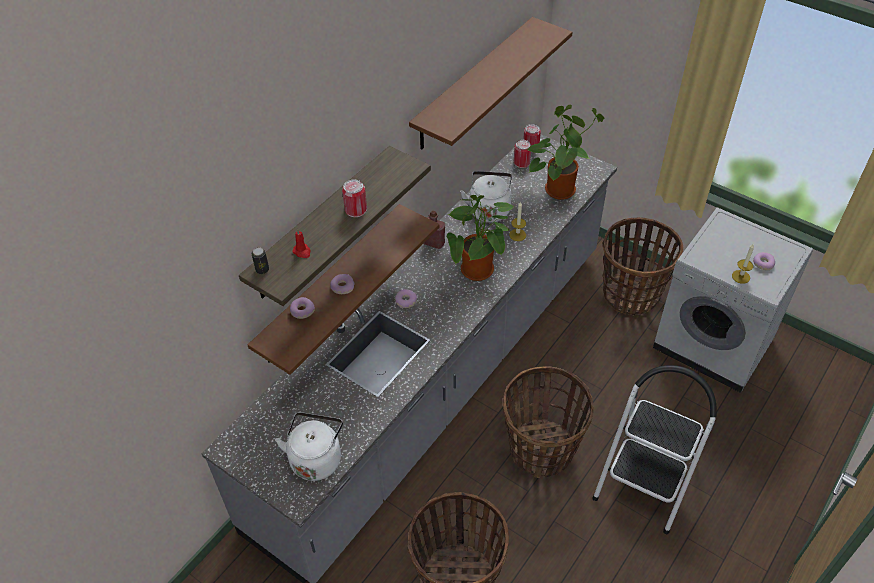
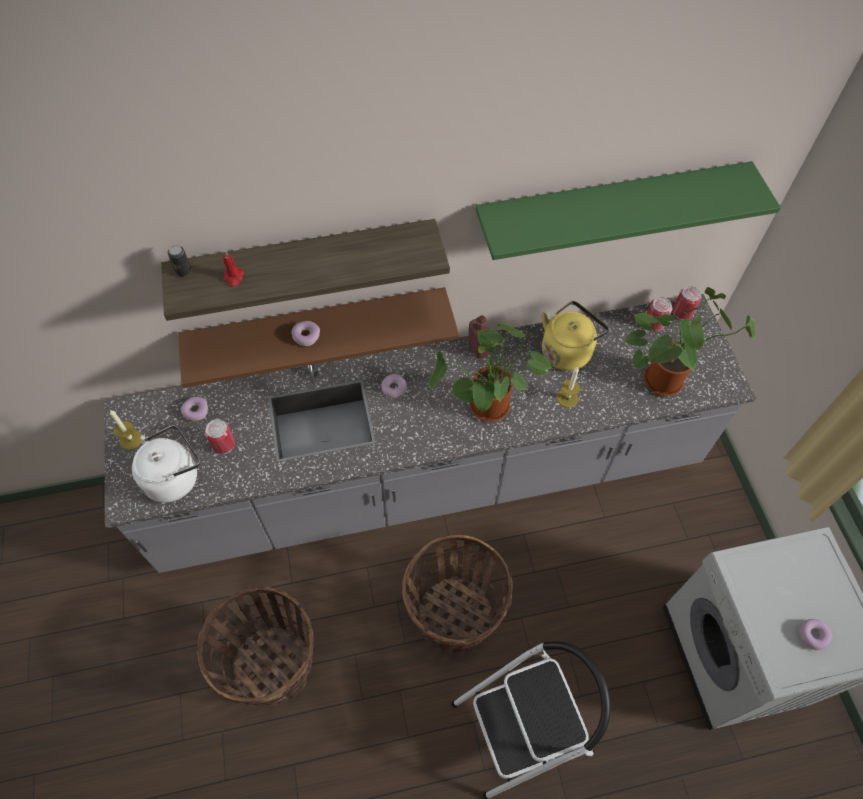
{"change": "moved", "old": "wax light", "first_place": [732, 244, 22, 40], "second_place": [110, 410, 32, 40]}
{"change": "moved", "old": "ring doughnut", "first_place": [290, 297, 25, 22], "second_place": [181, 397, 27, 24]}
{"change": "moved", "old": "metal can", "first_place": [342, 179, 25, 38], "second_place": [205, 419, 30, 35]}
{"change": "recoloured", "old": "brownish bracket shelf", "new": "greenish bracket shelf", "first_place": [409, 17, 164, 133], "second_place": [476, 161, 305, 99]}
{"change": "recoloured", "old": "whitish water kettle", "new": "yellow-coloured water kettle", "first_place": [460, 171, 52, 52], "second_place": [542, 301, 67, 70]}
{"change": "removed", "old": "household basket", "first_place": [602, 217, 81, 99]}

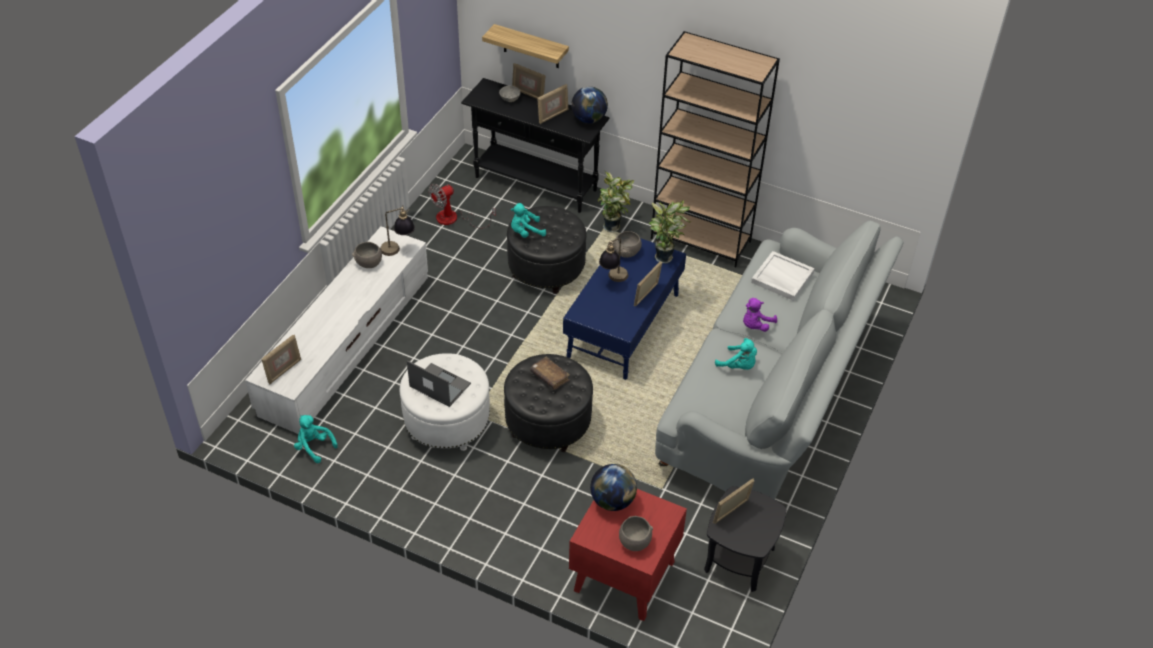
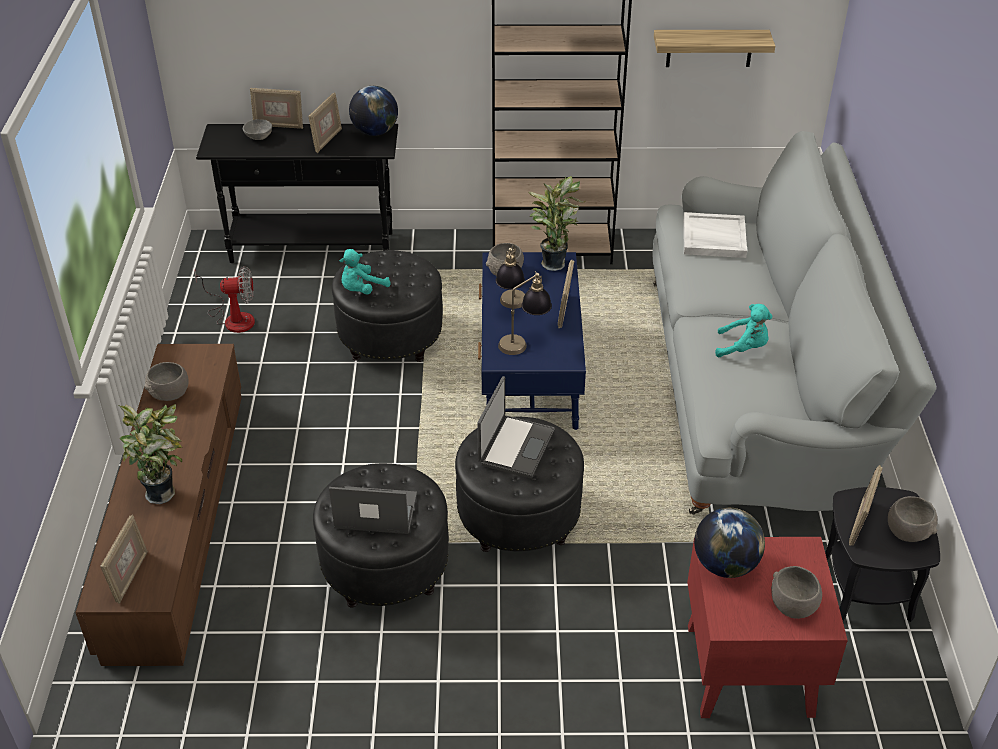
{"change": "recoloured", "old": "whitish tv unit", "new": "brownish tv unit", "first_place": [245, 226, 183, 208], "second_place": [75, 344, 167, 322]}
{"change": "moved", "old": "plant in a pot", "first_place": [598, 172, 36, 60], "second_place": [118, 404, 64, 100]}
{"change": "turned", "old": "cooling fan", "first_place": [429, 184, 67, 44], "second_place": [194, 266, 61, 67], "degrees": -120}
{"change": "recoloured", "old": "whitish pouffe", "new": "black-coloured pouffe", "first_place": [400, 353, 90, 98], "second_place": [313, 463, 136, 145]}
{"change": "replaced", "old": "brownish book", "new": "notebook computer", "first_place": [530, 357, 40, 32], "second_place": [477, 376, 78, 102]}
{"change": "moved", "old": "lamp for a table", "first_place": [380, 205, 35, 51], "second_place": [498, 271, 54, 84]}
{"change": "moved", "old": "bracket shelf", "first_place": [482, 24, 87, 44], "second_place": [654, 30, 121, 37]}
{"change": "added", "new": "greyish bowl", "second_place": [888, 496, 49, 46]}
{"change": "removed", "old": "turquoise-coloured cuddly toy", "first_place": [294, 415, 44, 48]}
{"change": "removed", "old": "purple-coloured cuddly toy", "first_place": [743, 298, 34, 34]}

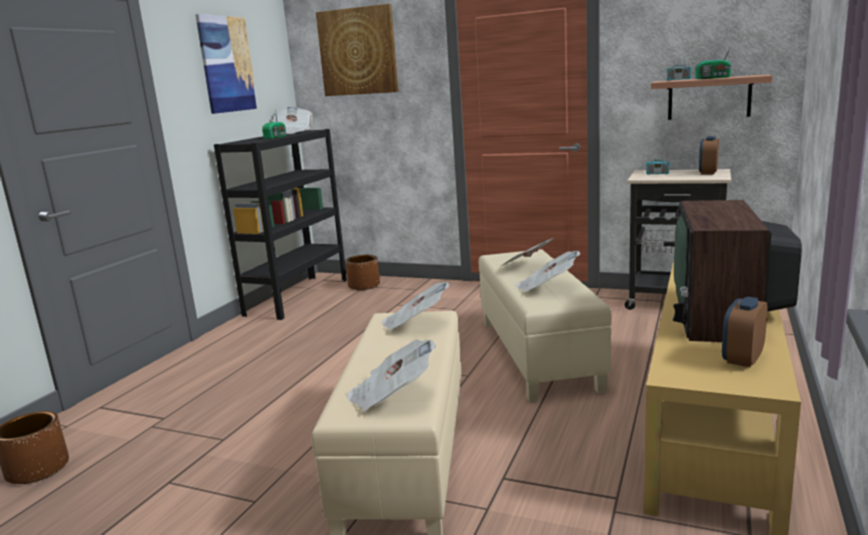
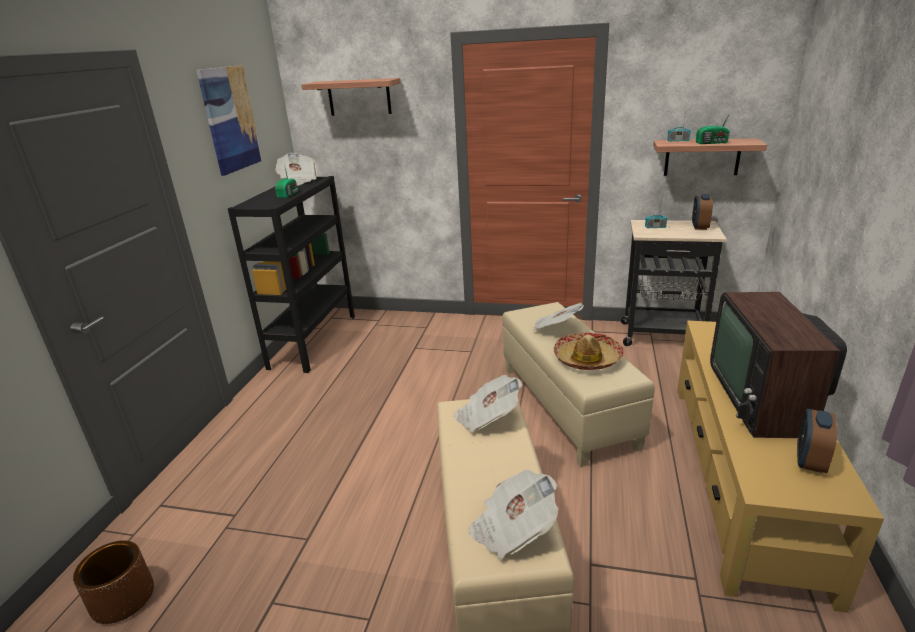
{"change": "replaced", "old": "wall picture", "new": "bracket shelf", "first_place": [316, 4, 82, 92], "second_place": [302, 78, 99, 38]}
{"change": "replaced", "old": "printed paper", "new": "wearable hat", "first_place": [516, 251, 64, 41], "second_place": [554, 333, 70, 37]}
{"change": "removed", "old": "brownish planter", "first_place": [346, 255, 34, 35]}

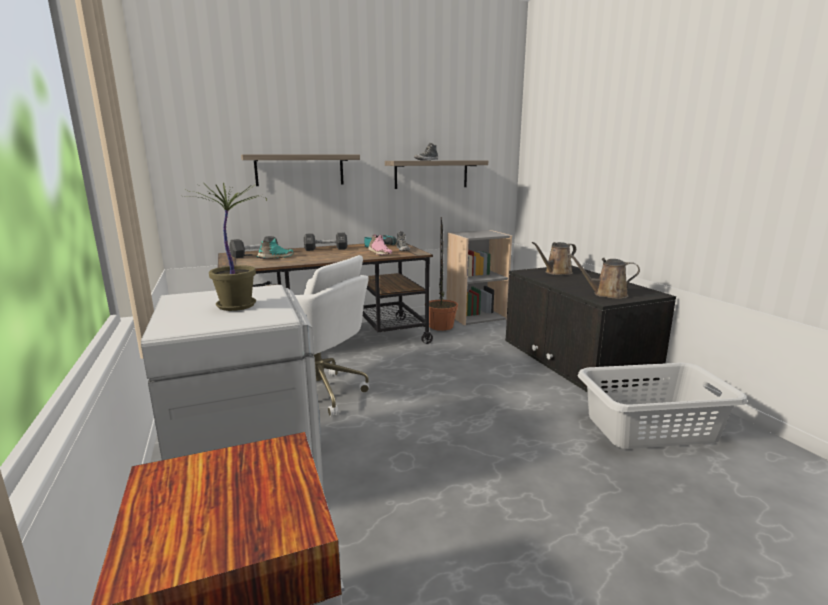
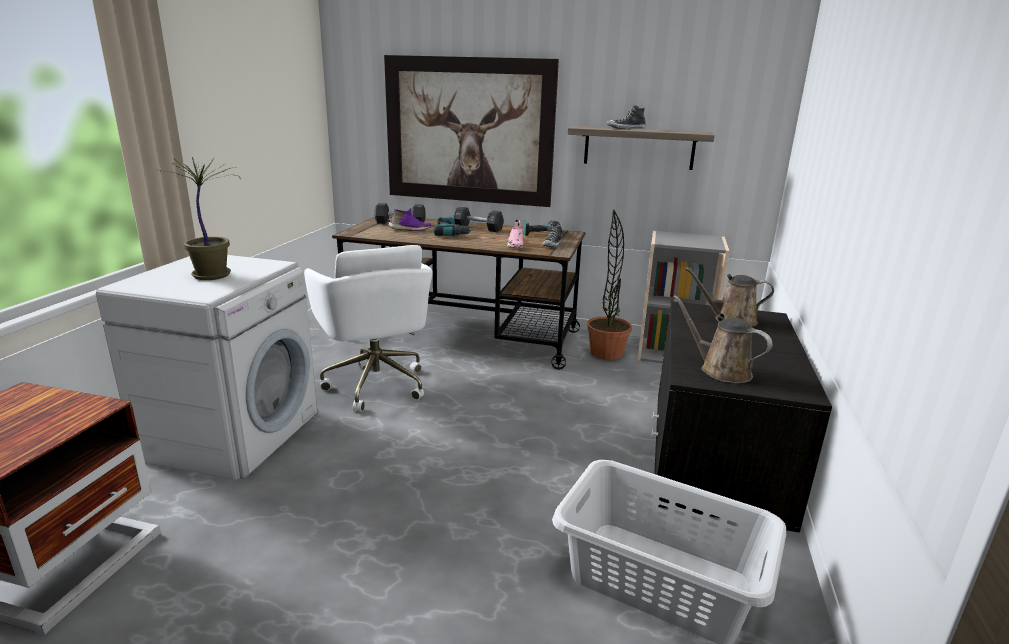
{"change": "replaced", "old": "bracket shelf", "new": "wall picture", "first_place": [241, 154, 119, 32], "second_place": [384, 55, 175, 152]}
{"change": "recoloured", "old": "turquoise-coloured item of footwear", "new": "purple-coloured item of footwear", "first_place": [257, 238, 37, 21], "second_place": [388, 208, 43, 23]}
{"change": "added", "new": "electric drill", "second_place": [434, 217, 40, 19]}

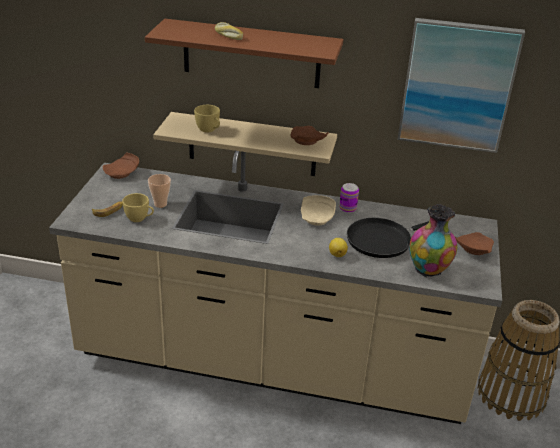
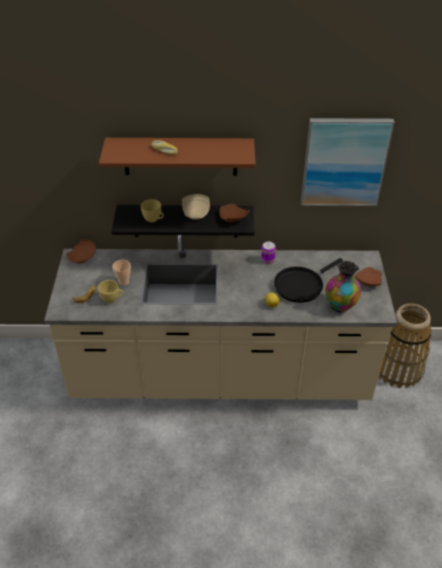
{"change": "recoloured", "old": "beige-coloured bracket shelf", "new": "black-coloured bracket shelf", "first_place": [153, 112, 184, 64], "second_place": [111, 205, 144, 32]}
{"change": "moved", "old": "beige-coloured flat dish", "first_place": [301, 195, 35, 31], "second_place": [182, 194, 28, 26]}

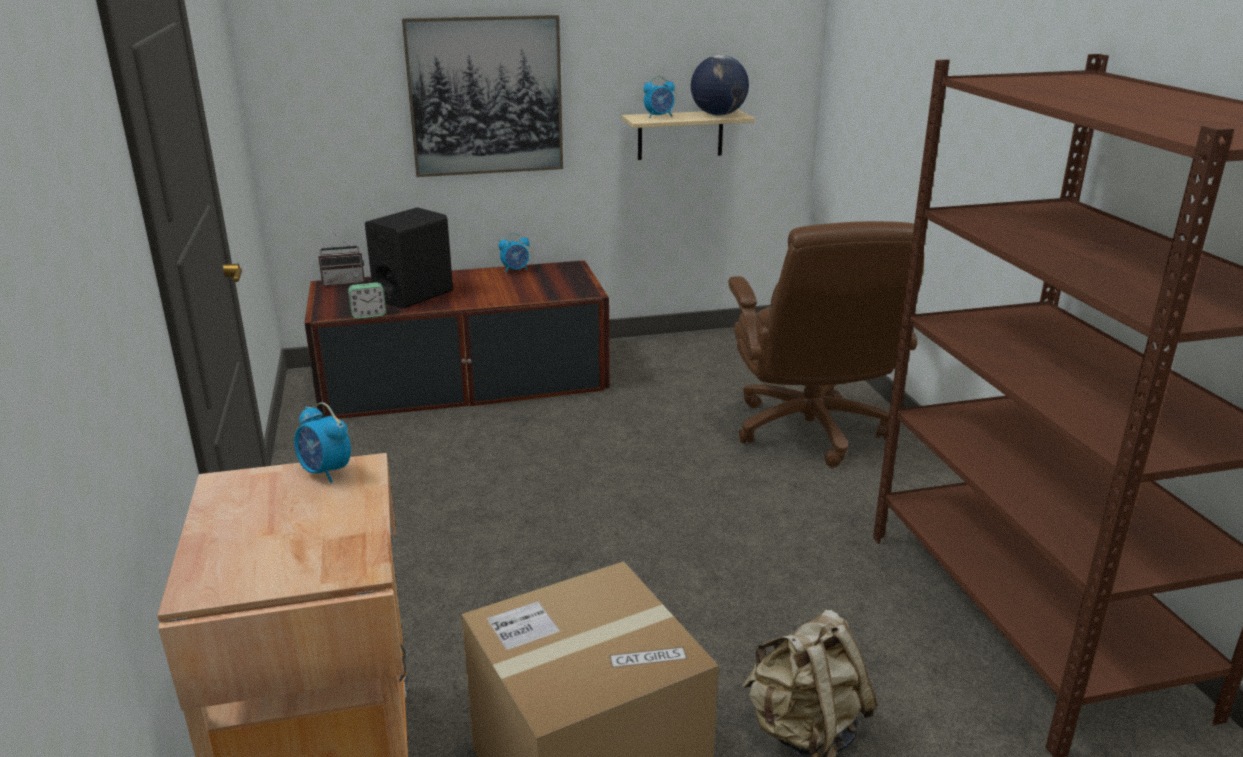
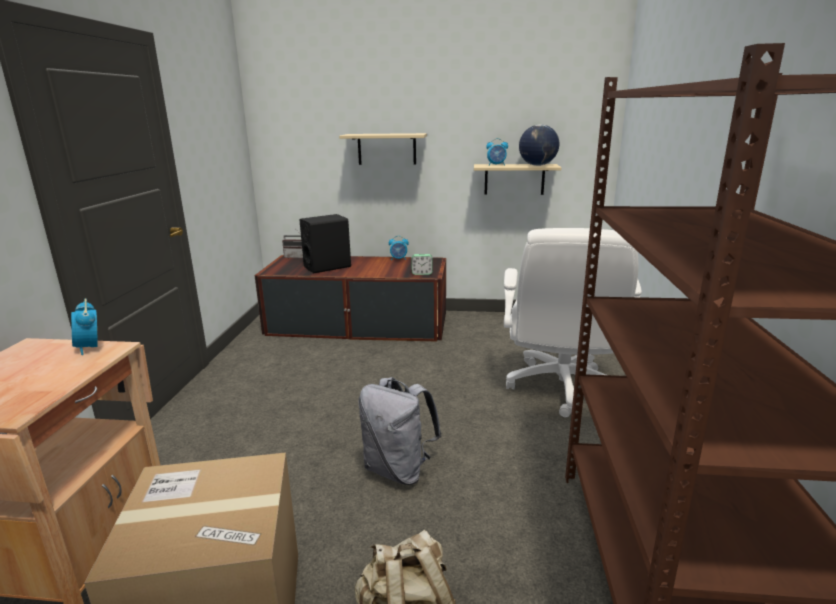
{"change": "replaced", "old": "wall picture", "new": "beige-coloured bracket shelf", "first_place": [402, 15, 161, 162], "second_place": [339, 133, 88, 32]}
{"change": "added", "new": "greyish knapsack", "second_place": [358, 377, 84, 108]}
{"change": "moved", "old": "alarm clock", "first_place": [348, 282, 38, 37], "second_place": [411, 254, 22, 21]}
{"change": "recoloured", "old": "brownish office chair", "new": "whitish office chair", "first_place": [728, 221, 196, 247], "second_place": [504, 228, 138, 189]}

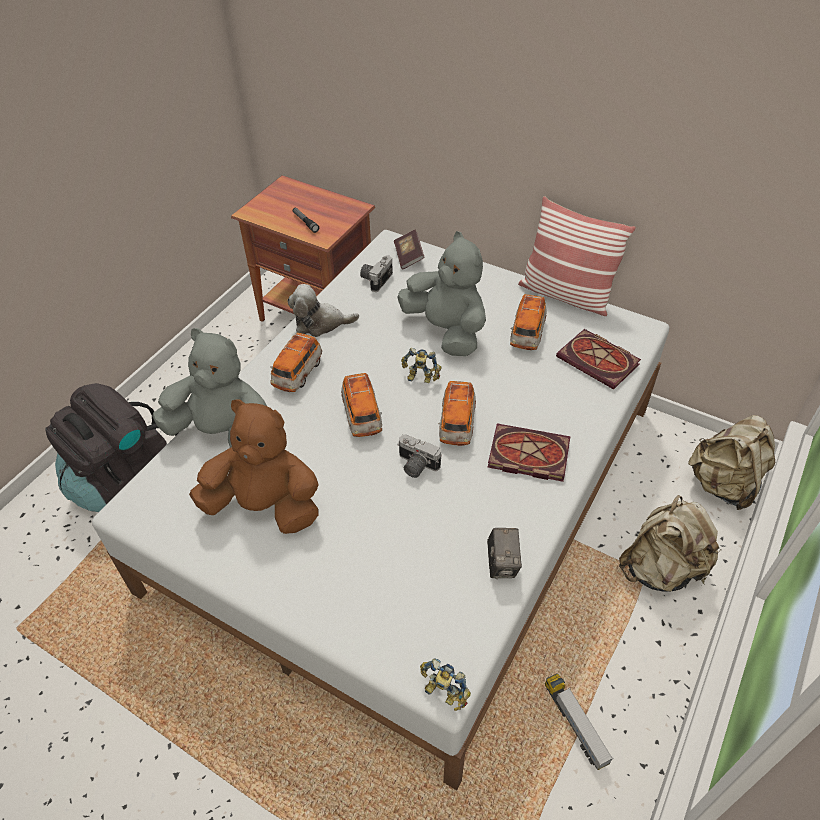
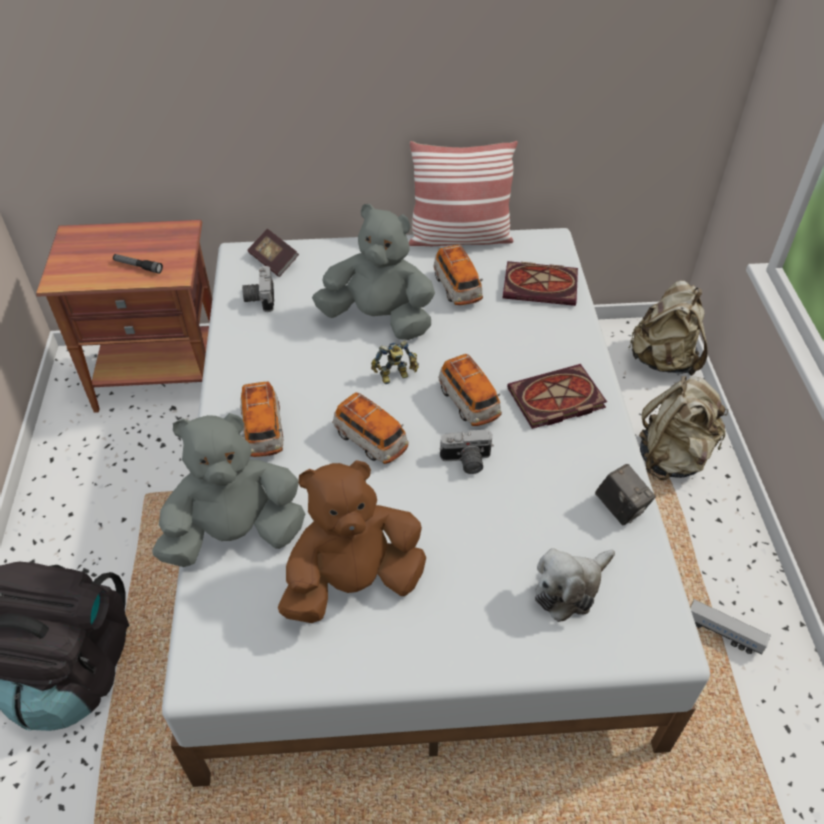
{"change": "moved", "old": "cuddly toy", "first_place": [287, 284, 72, 53], "second_place": [535, 548, 80, 74]}
{"change": "removed", "old": "toy robot", "first_place": [420, 659, 51, 52]}

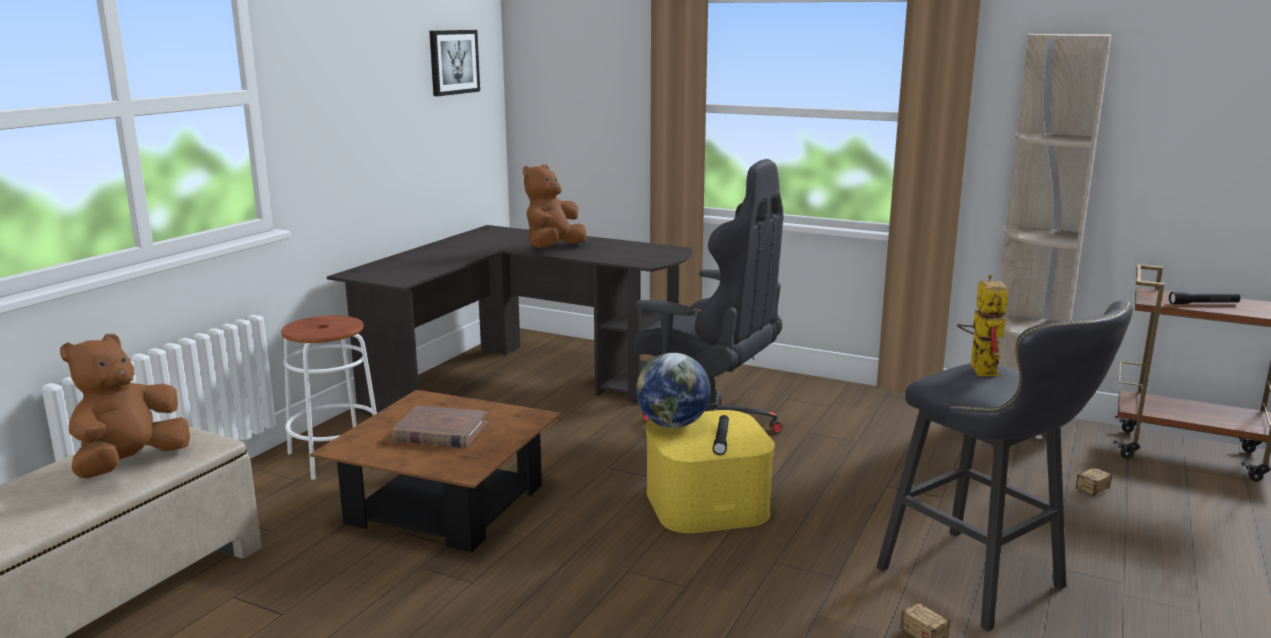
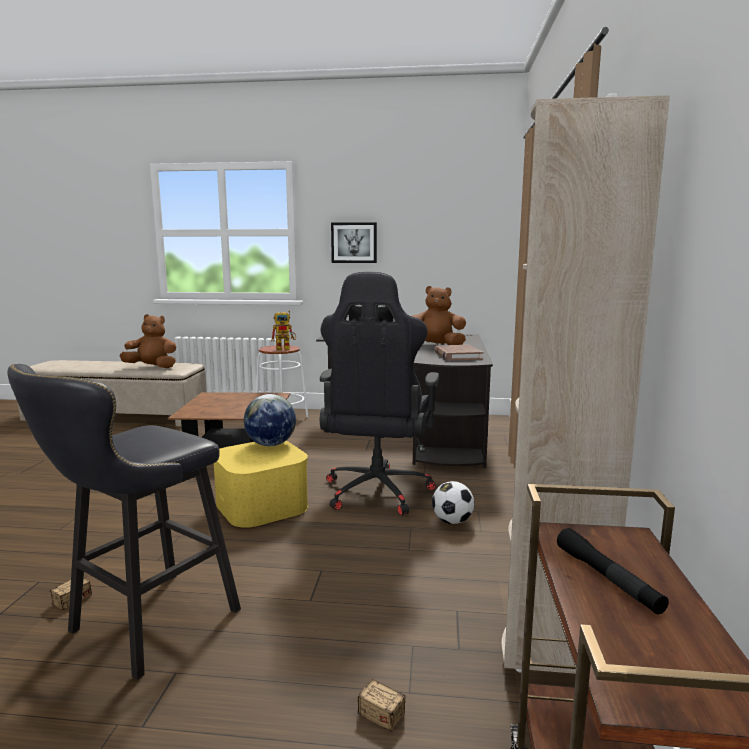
{"change": "moved", "old": "toy robot", "first_place": [957, 274, 51, 102], "second_place": [271, 311, 25, 40]}
{"change": "moved", "old": "wall picture", "first_place": [429, 30, 51, 66], "second_place": [331, 222, 46, 41]}
{"change": "added", "new": "football ball", "second_place": [432, 481, 42, 43]}
{"change": "moved", "old": "brownish book", "first_place": [392, 406, 96, 42], "second_place": [434, 345, 49, 16]}
{"change": "removed", "old": "black-coloured torch", "first_place": [713, 415, 16, 40]}

